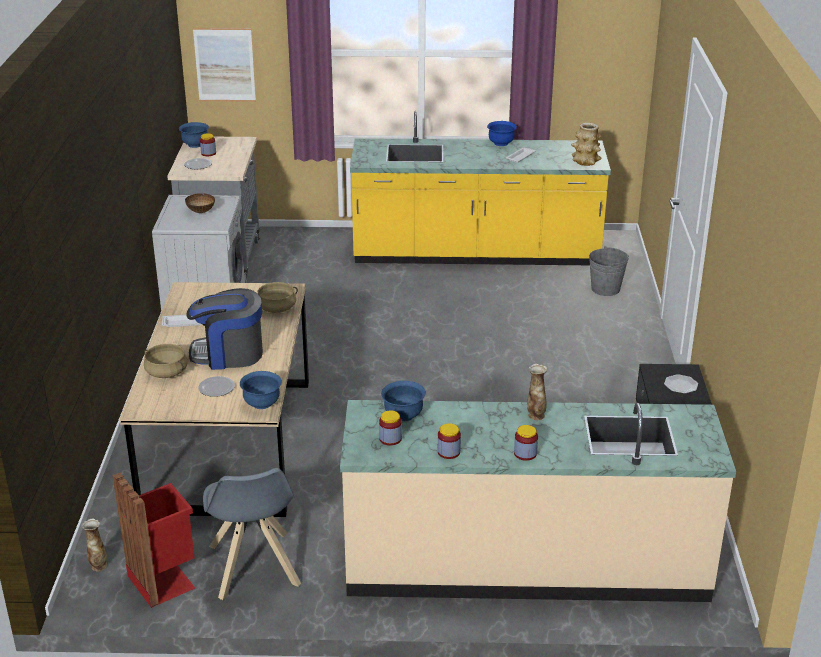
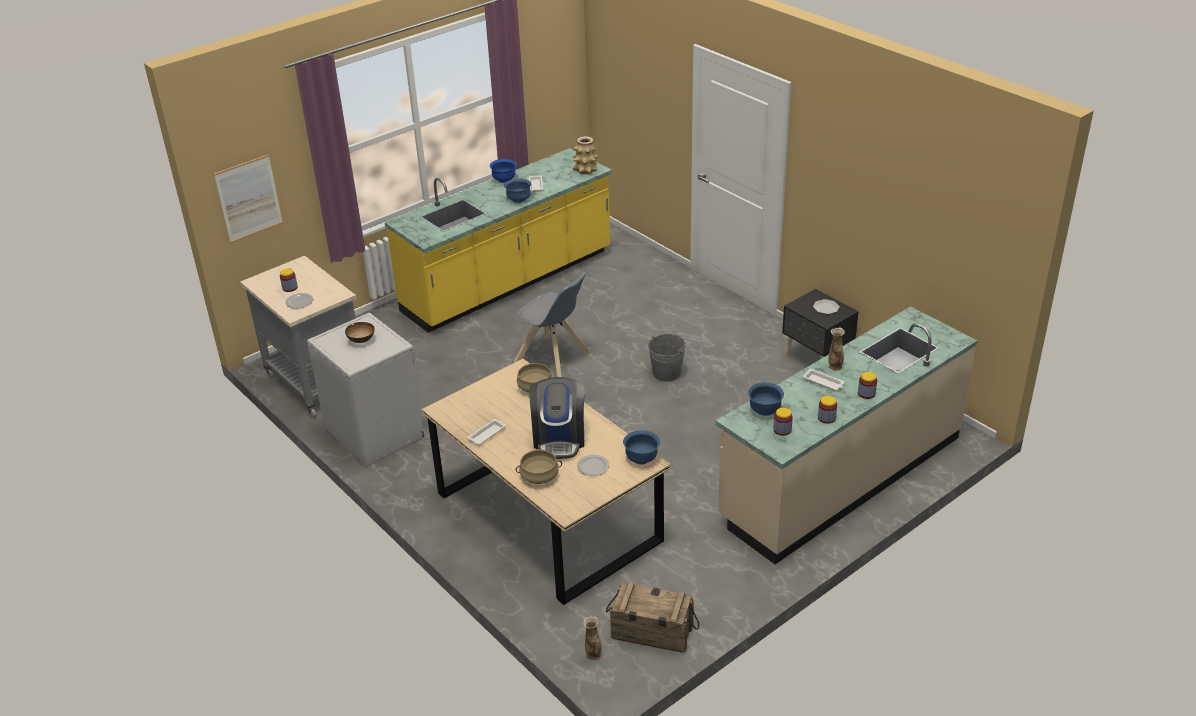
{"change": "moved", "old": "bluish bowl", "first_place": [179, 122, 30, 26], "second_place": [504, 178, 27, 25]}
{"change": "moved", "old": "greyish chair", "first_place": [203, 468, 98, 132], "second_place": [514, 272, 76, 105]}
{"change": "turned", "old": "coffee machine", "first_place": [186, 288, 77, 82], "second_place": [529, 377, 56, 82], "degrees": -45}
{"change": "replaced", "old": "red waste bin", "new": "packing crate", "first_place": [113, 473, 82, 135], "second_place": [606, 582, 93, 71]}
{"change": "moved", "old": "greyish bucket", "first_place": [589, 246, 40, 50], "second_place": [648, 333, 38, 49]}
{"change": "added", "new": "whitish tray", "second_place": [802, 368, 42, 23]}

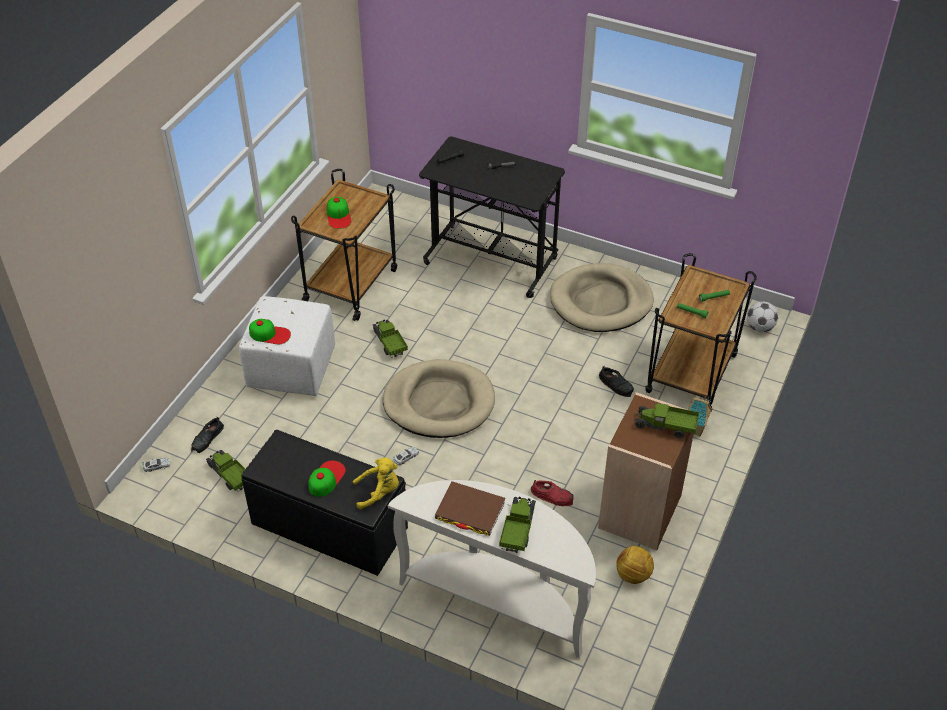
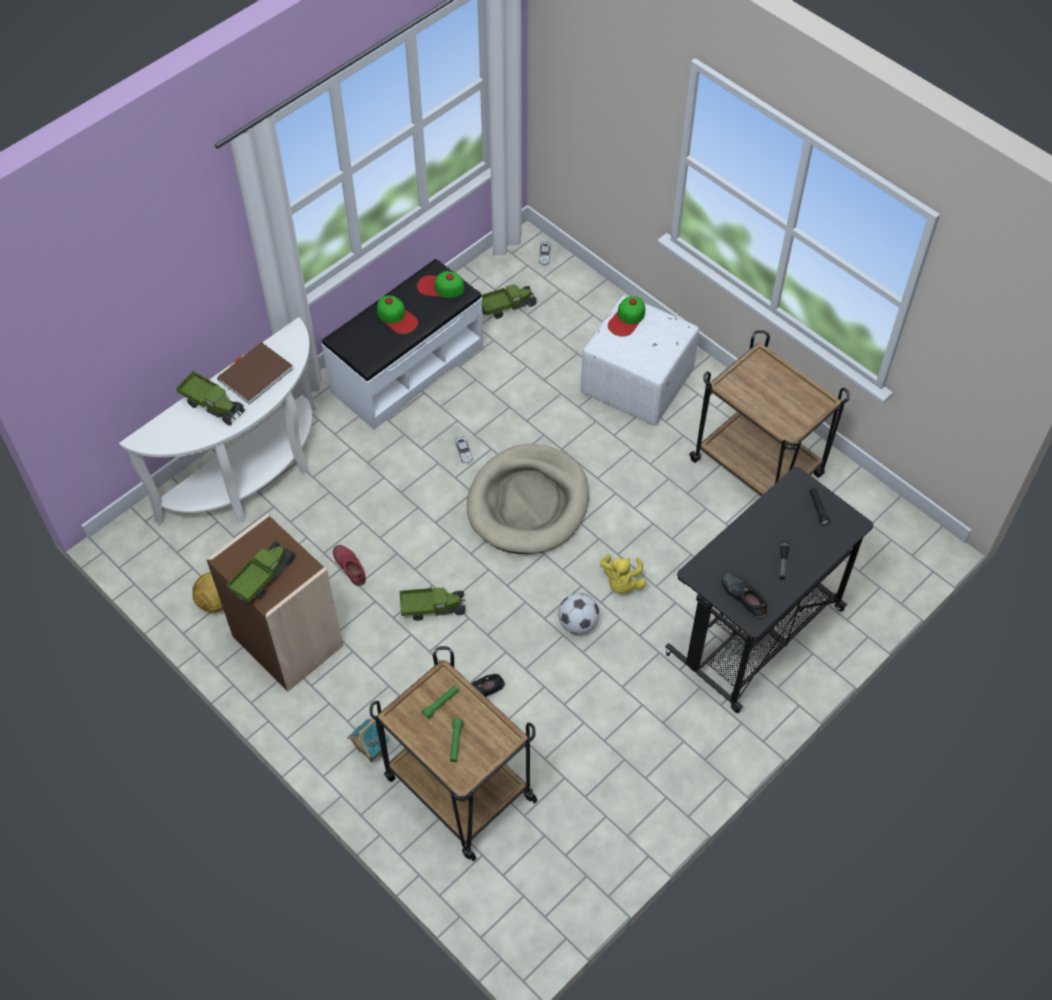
{"change": "recoloured", "old": "black-coloured long seat", "new": "whitish long seat", "first_place": [241, 430, 167, 146], "second_place": [322, 259, 161, 171]}
{"change": "turned", "old": "red item of footwear", "first_place": [531, 480, 43, 26], "second_place": [333, 545, 33, 41], "degrees": 105}
{"change": "moved", "old": "toy lorry", "first_place": [373, 319, 35, 39], "second_place": [400, 588, 66, 33]}
{"change": "moved", "old": "baseball cap", "first_place": [327, 197, 24, 32], "second_place": [417, 271, 47, 27]}
{"change": "moved", "old": "football ball", "first_place": [747, 301, 31, 31], "second_place": [558, 593, 41, 41]}
{"change": "moved", "old": "yellow-coloured cuddly toy", "first_place": [353, 458, 46, 51], "second_place": [600, 554, 46, 40]}
{"change": "moved", "old": "black-coloured item of footwear", "first_place": [191, 417, 33, 36], "second_place": [721, 573, 47, 46]}
{"change": "removed", "old": "beige-coloured dog bed", "first_place": [550, 263, 104, 69]}

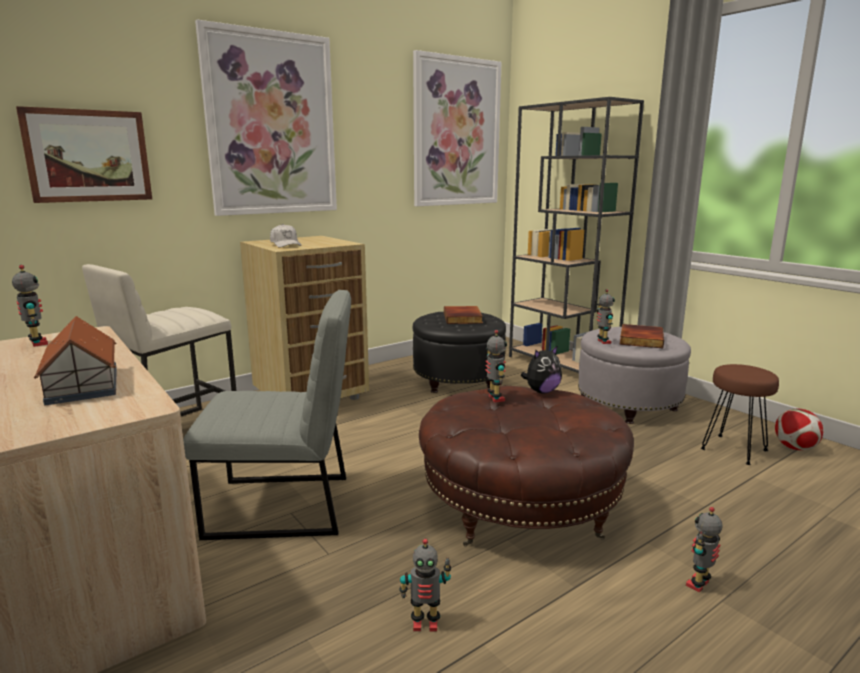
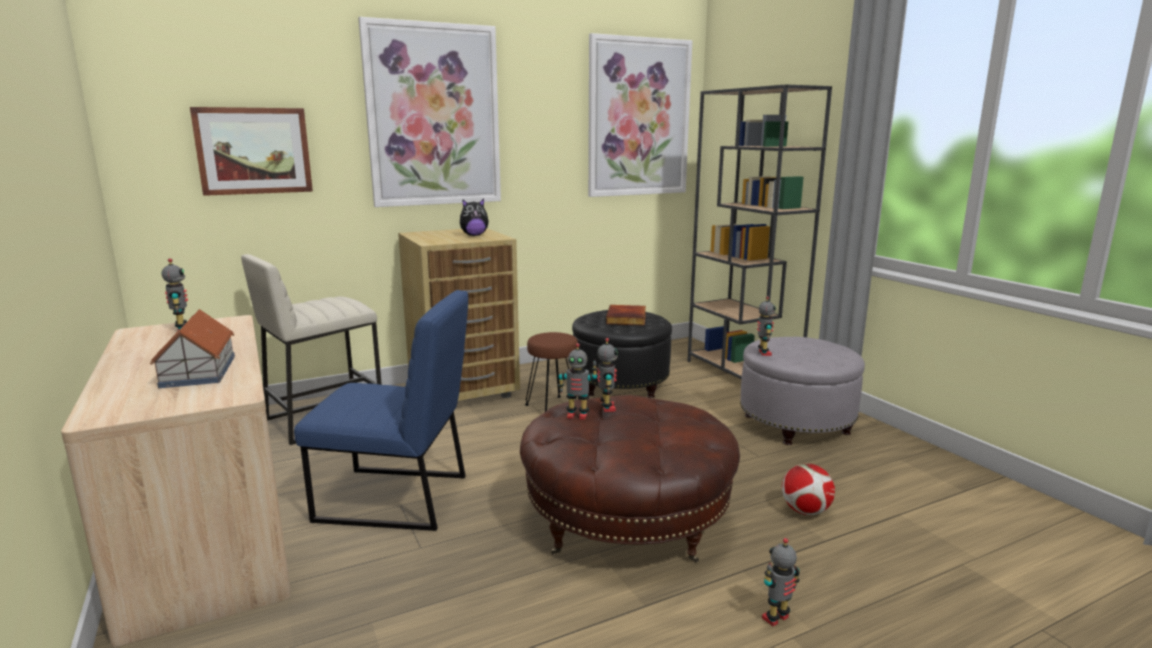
{"change": "recoloured", "old": "greyish chair", "new": "bluish chair", "first_place": [183, 290, 168, 250], "second_place": [294, 290, 174, 241]}
{"change": "moved", "old": "cuddly toy", "first_place": [521, 345, 41, 48], "second_place": [460, 199, 29, 37]}
{"change": "moved", "old": "brownish stool", "first_place": [701, 364, 78, 101], "second_place": [525, 332, 54, 80]}
{"change": "moved", "old": "toy robot", "first_place": [400, 539, 51, 92], "second_place": [558, 343, 40, 77]}
{"change": "moved", "old": "football ball", "first_place": [775, 408, 48, 42], "second_place": [782, 464, 53, 51]}
{"change": "removed", "old": "whitish baseball cap", "first_place": [270, 224, 32, 23]}
{"change": "removed", "old": "book", "first_place": [620, 324, 44, 24]}

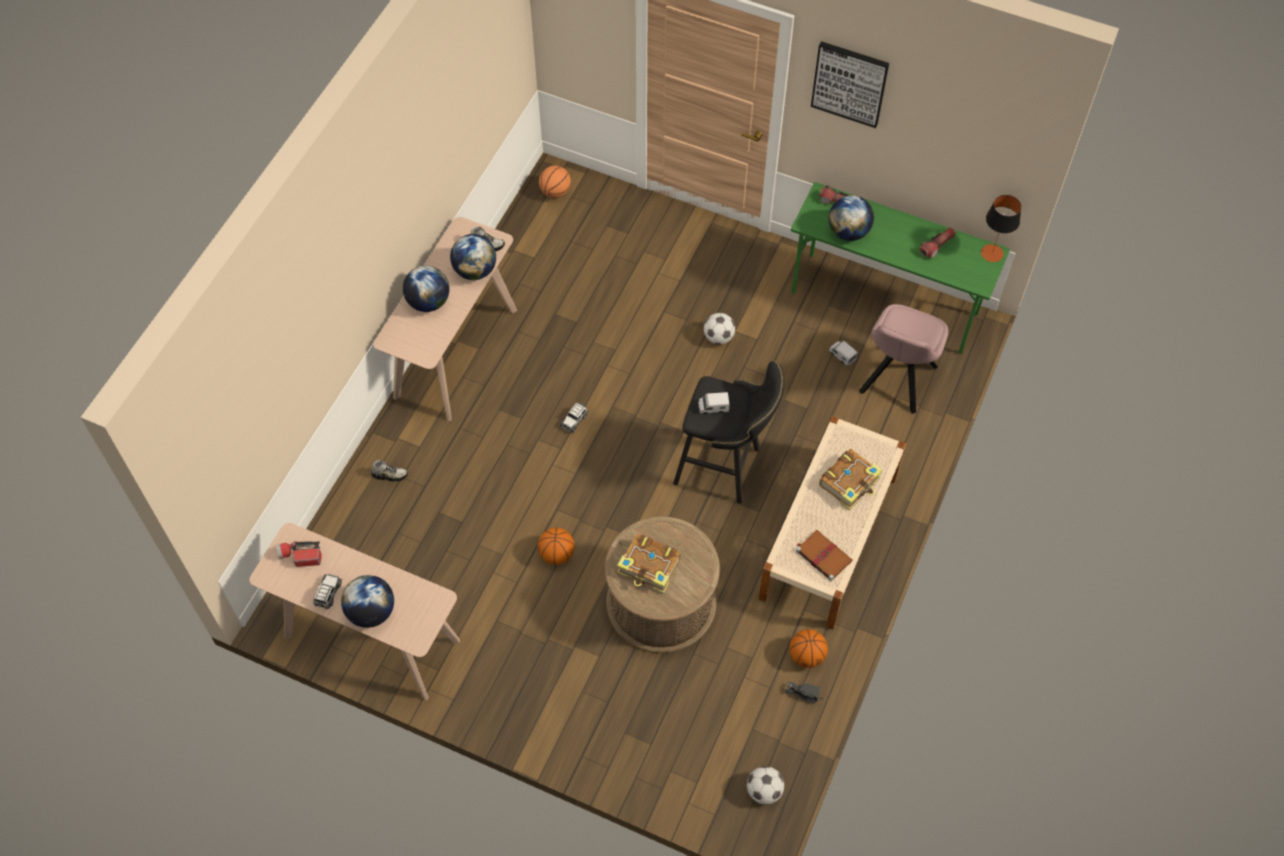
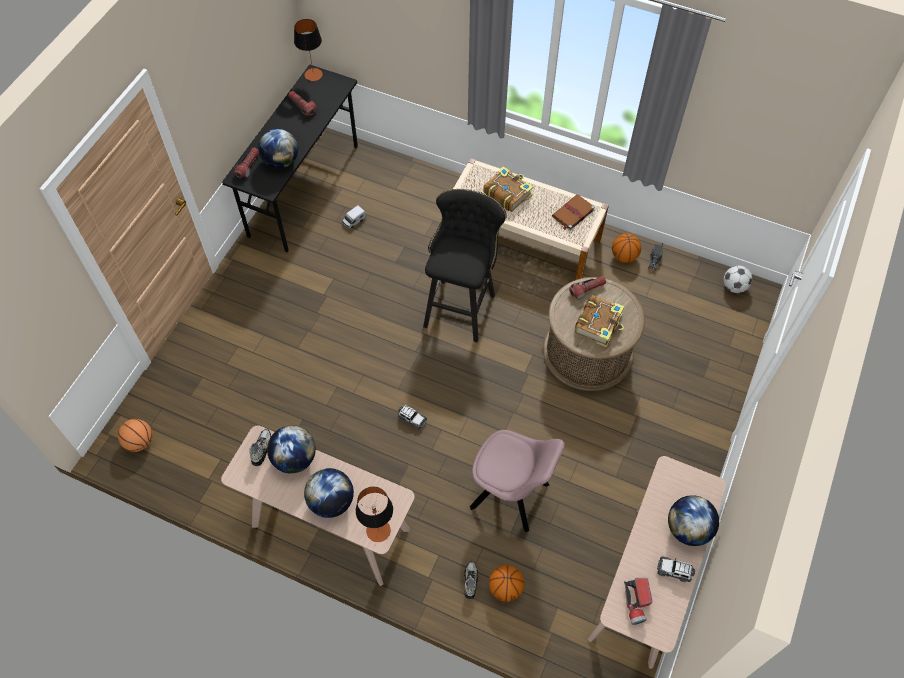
{"change": "recoloured", "old": "greenish desk unit", "new": "black-coloured desk unit", "first_place": [791, 182, 219, 172], "second_place": [222, 65, 136, 187]}
{"change": "added", "new": "lamp for a table", "second_place": [356, 487, 37, 55]}
{"change": "moved", "old": "pink-coloured chair", "first_place": [859, 304, 89, 110], "second_place": [470, 430, 95, 102]}
{"change": "moved", "old": "basketball ball", "first_place": [538, 528, 37, 37], "second_place": [489, 565, 35, 37]}
{"change": "added", "new": "torch", "second_place": [569, 276, 37, 23]}
{"change": "removed", "old": "toy lorry", "first_place": [698, 392, 31, 22]}
{"change": "removed", "old": "football ball", "first_place": [704, 313, 31, 31]}
{"change": "removed", "old": "wall picture", "first_place": [811, 41, 78, 87]}

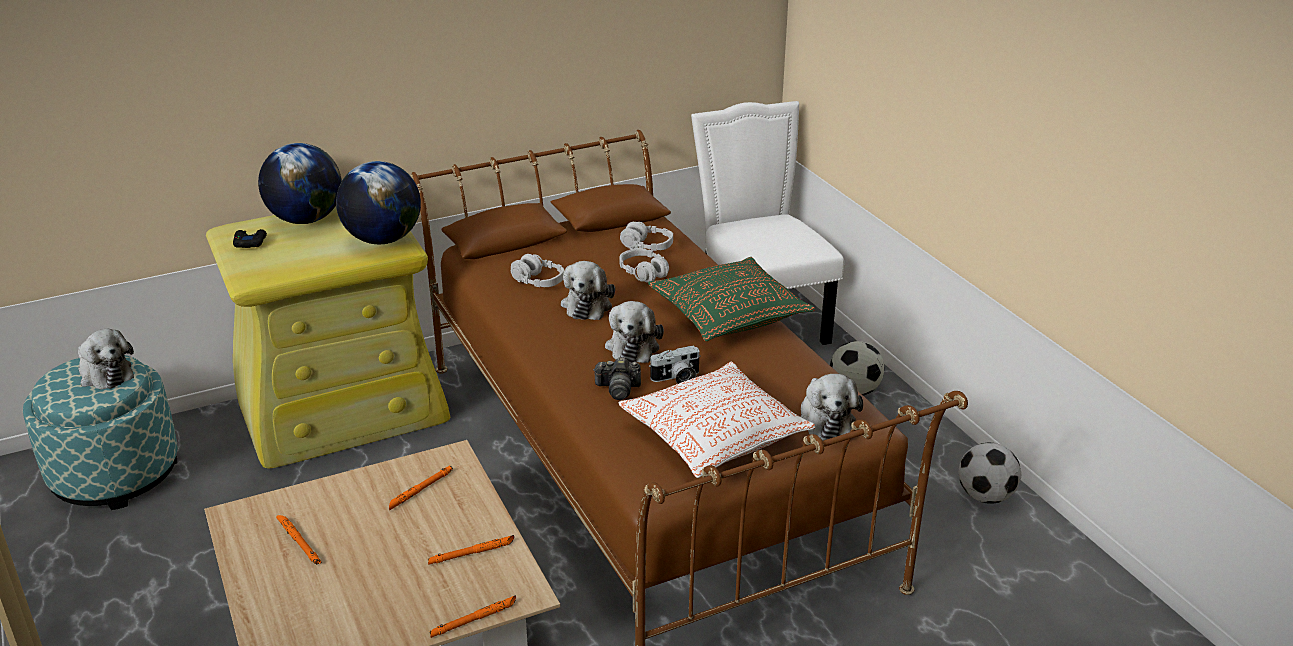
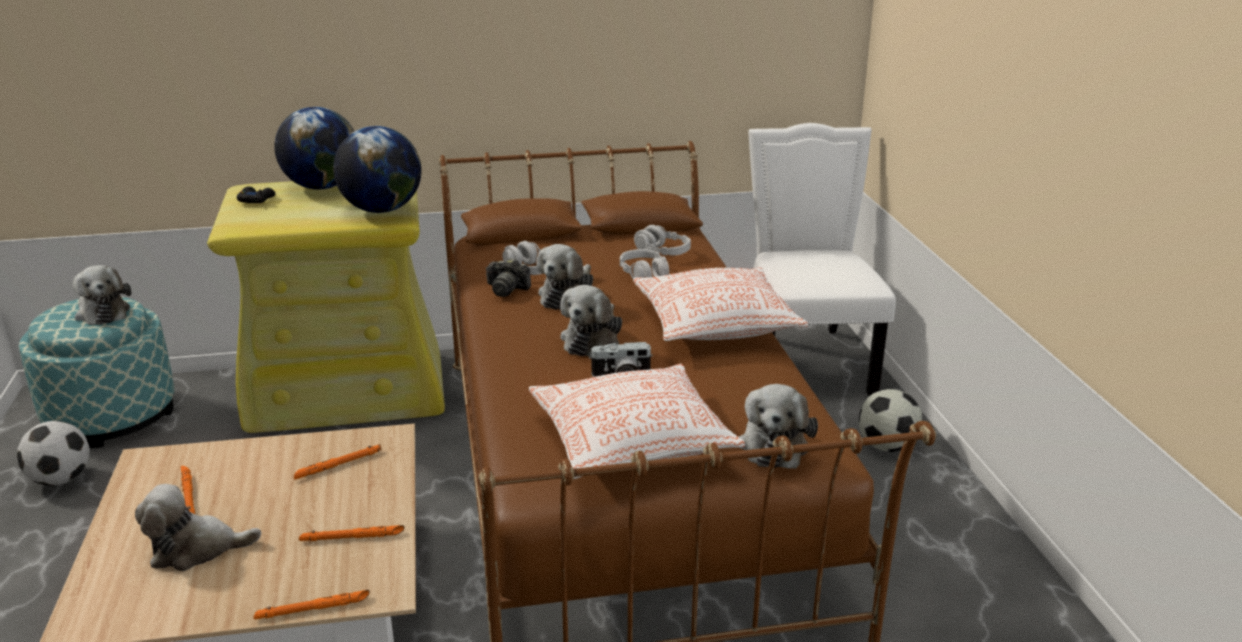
{"change": "moved", "old": "football ball", "first_place": [959, 442, 62, 62], "second_place": [17, 421, 73, 65]}
{"change": "added", "new": "cuddly toy", "second_place": [135, 484, 126, 87]}
{"change": "moved", "old": "still camera", "first_place": [593, 357, 48, 43], "second_place": [486, 258, 45, 39]}
{"change": "recoloured", "old": "greenish pillow", "new": "whitish pillow", "first_place": [648, 257, 167, 84], "second_place": [633, 267, 175, 74]}

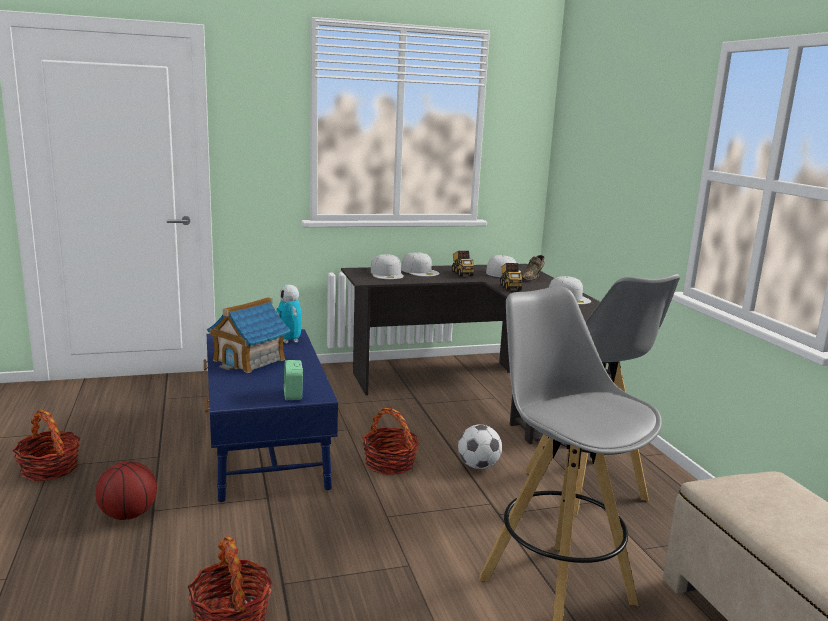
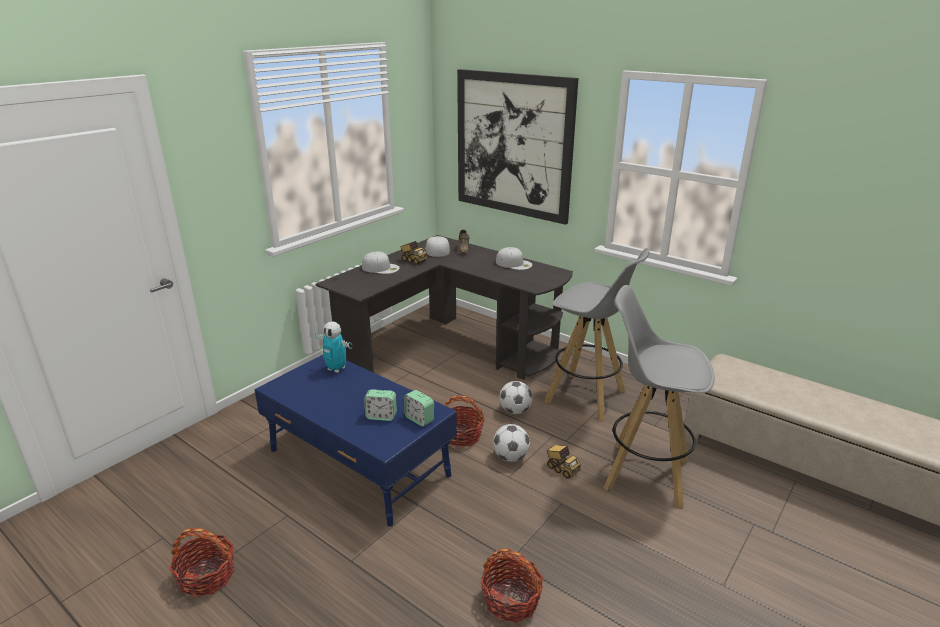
{"change": "added", "new": "alarm clock", "second_place": [364, 389, 33, 32]}
{"change": "added", "new": "wall picture", "second_place": [457, 69, 122, 156]}
{"change": "added", "new": "football ball", "second_place": [493, 424, 37, 38]}
{"change": "moved", "old": "toy lorry", "first_place": [500, 263, 22, 28], "second_place": [546, 445, 35, 34]}
{"change": "removed", "old": "basketball ball", "first_place": [96, 461, 61, 59]}
{"change": "removed", "old": "toy house", "first_place": [207, 297, 84, 76]}
{"change": "removed", "old": "whitish baseball cap", "first_place": [371, 254, 33, 25]}

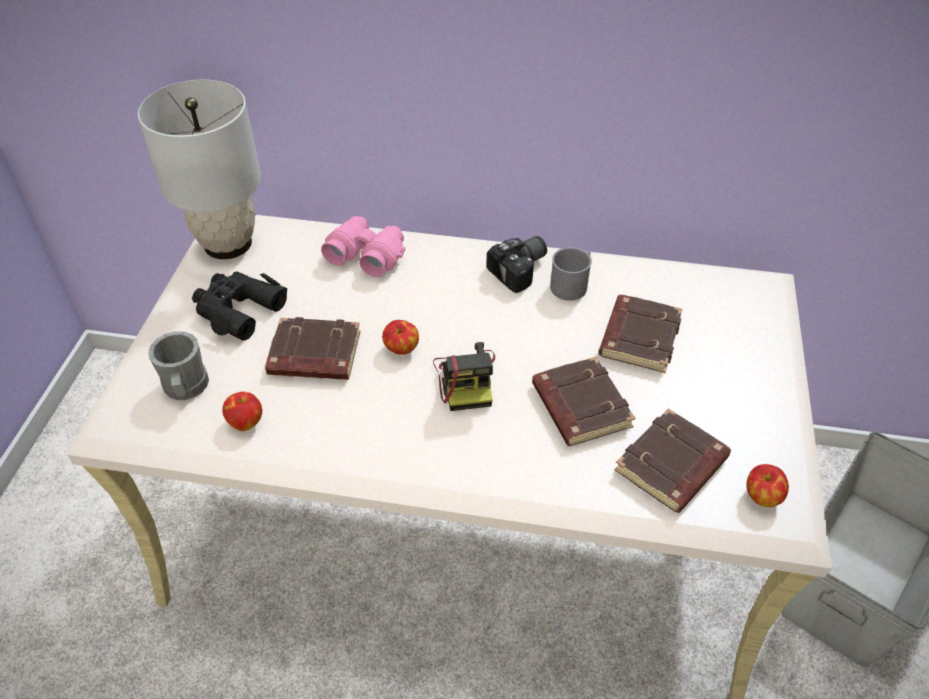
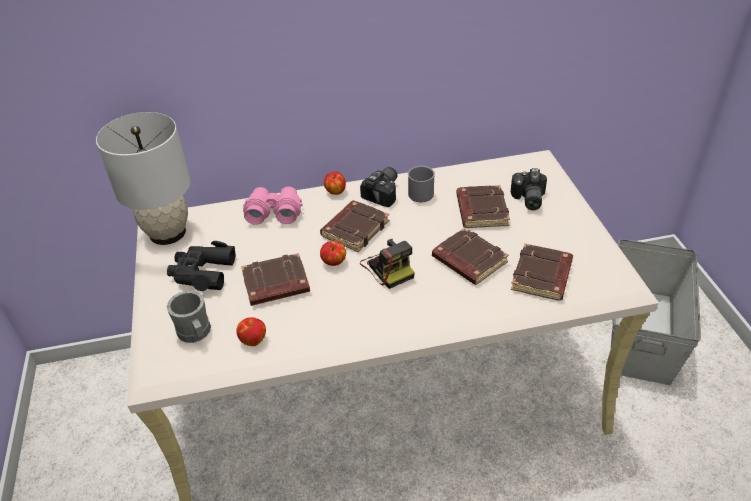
{"change": "added", "new": "brownish book", "second_place": [320, 200, 69, 52]}
{"change": "moved", "old": "apple", "first_place": [747, 464, 42, 43], "second_place": [324, 172, 22, 23]}
{"change": "added", "new": "still camera", "second_place": [511, 168, 36, 42]}

